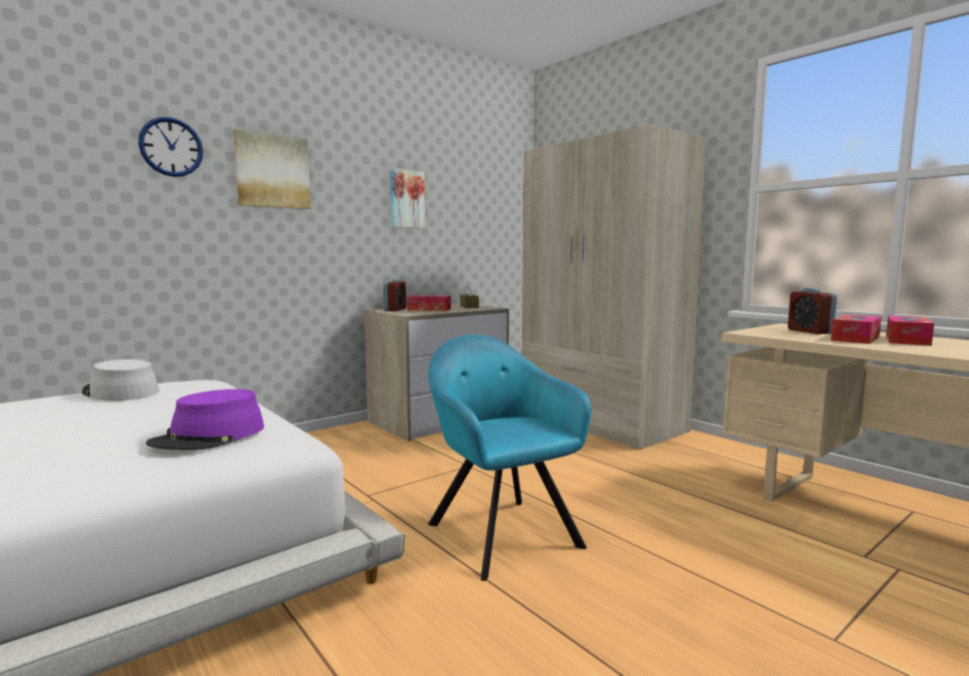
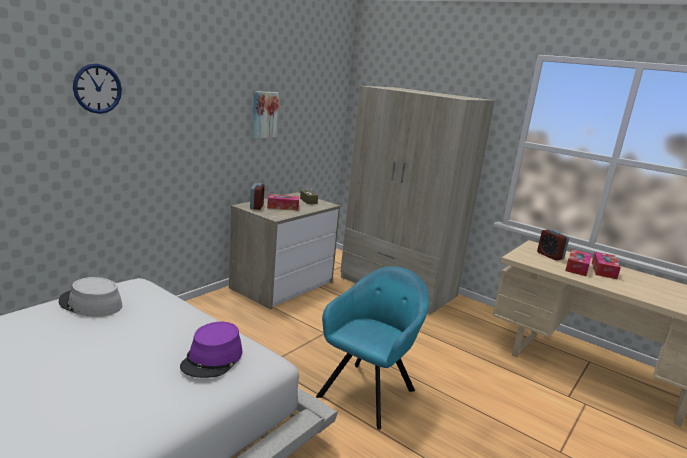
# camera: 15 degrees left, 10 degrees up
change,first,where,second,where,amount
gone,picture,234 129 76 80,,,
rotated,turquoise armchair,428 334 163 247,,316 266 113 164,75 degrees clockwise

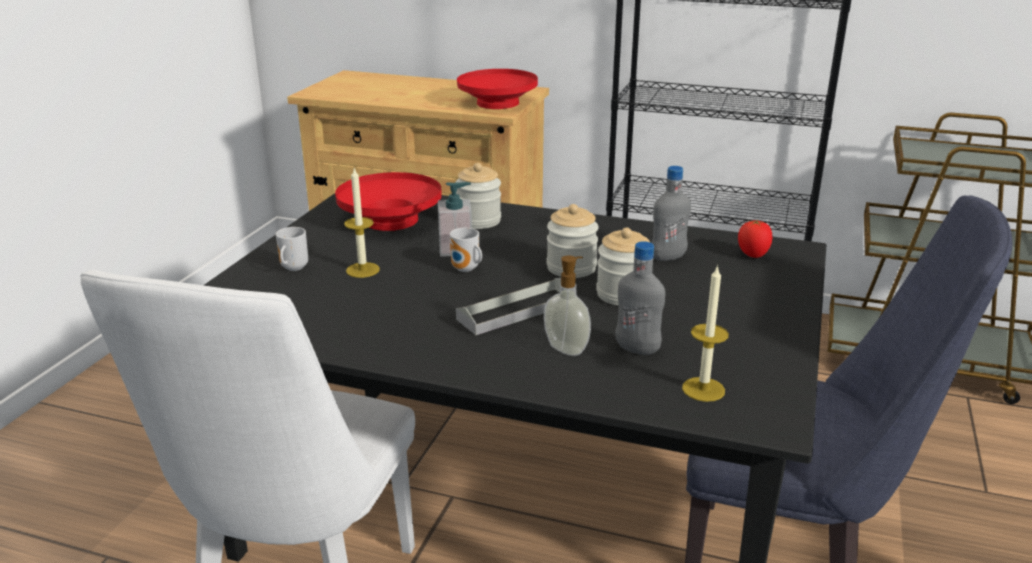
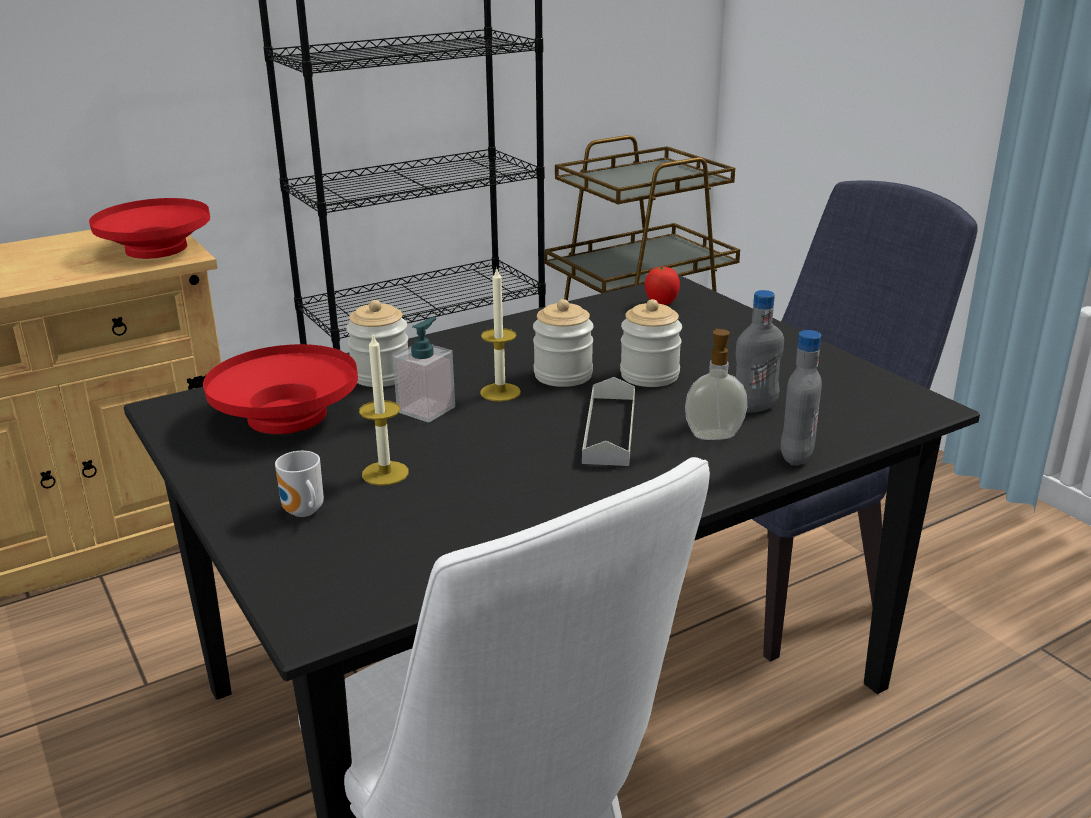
# camera: 50 degrees left, 0 degrees up
change,first,where,second,where,amount
gone,mug,450 228 32 44,,,
shifted,grey bottle,652 166 39 95,,781 330 41 136,
shifted,candle,682 265 47 137,,480 267 41 135,

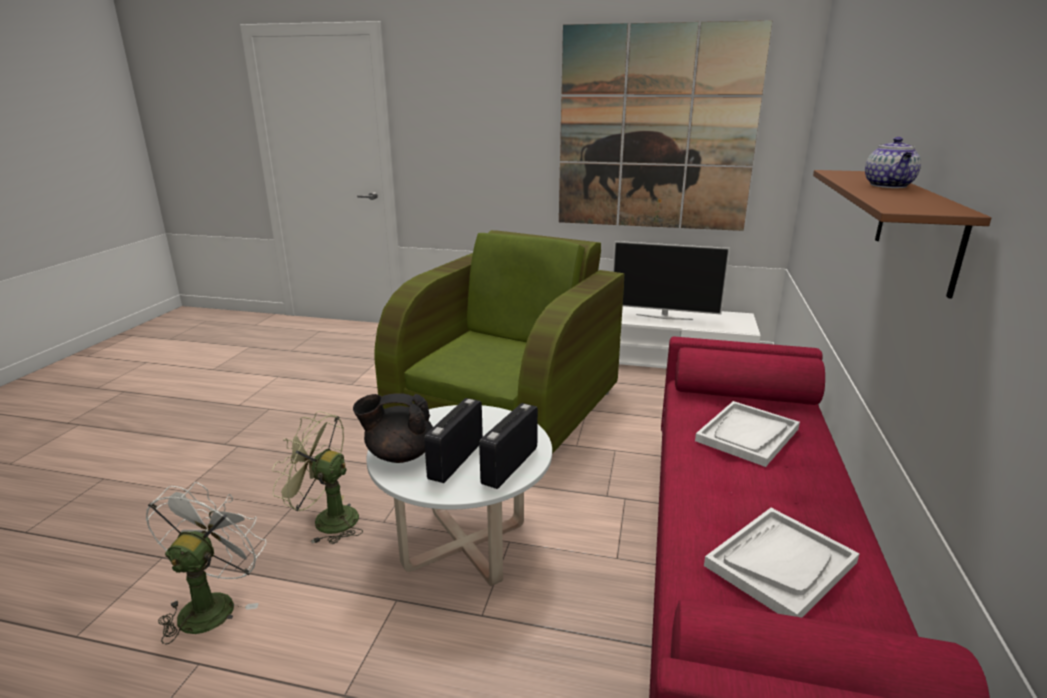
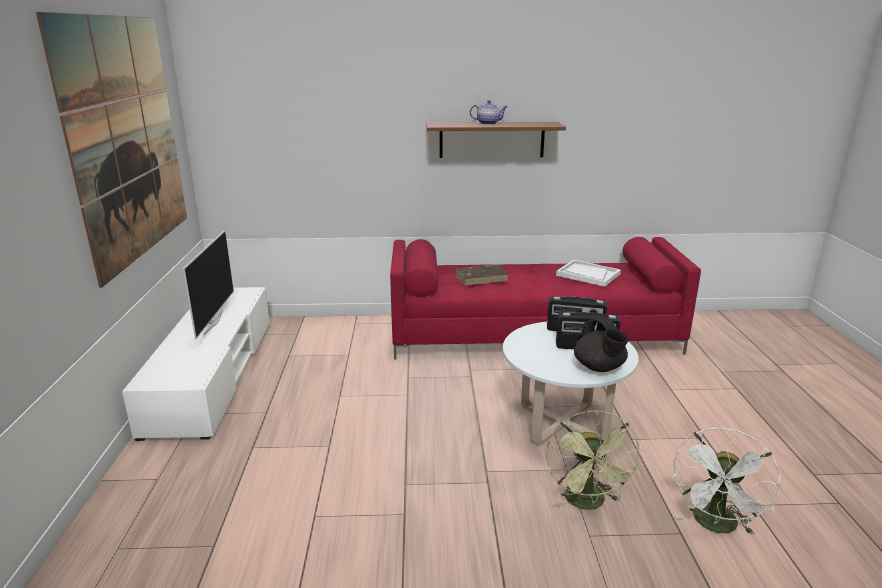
# camera: 105 degrees left, 0 degrees up
change,first,where,second,where,amount
rotated,white fan,146 482 120 163,,673 428 108 107,60 degrees counterclockwise
gone,green armchair,374 230 250 224,,,
swapped,white tray,695 401 105 66,brown book,455 264 53 22,

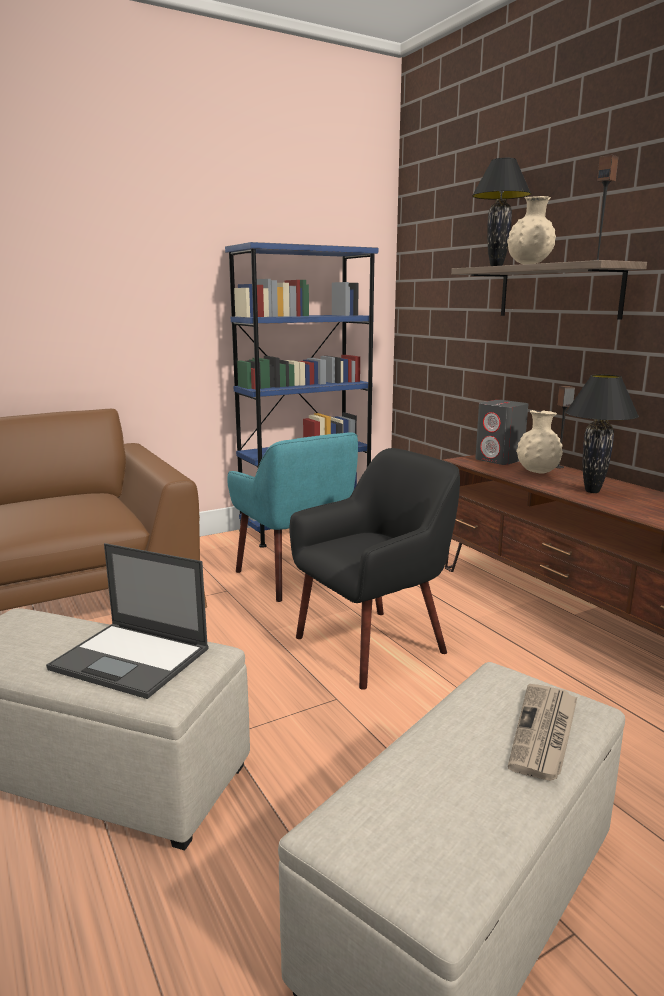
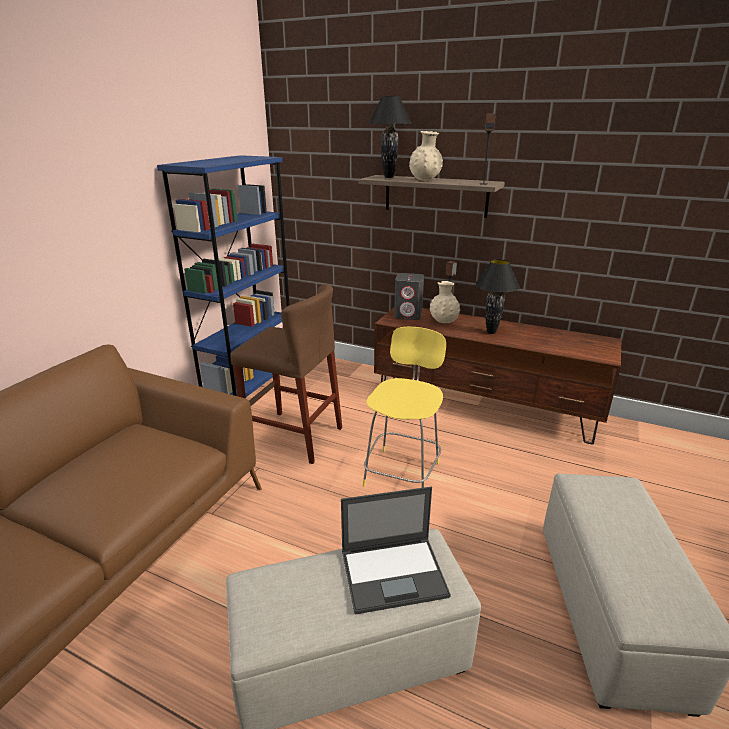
# camera: 35 degrees left, 10 degrees up
change,first,where,second,where,amount
swapped,turquoise armchair,227 432 131 170,brown stool,230 284 112 180,
swapped,black armchair,290 448 170 242,yellow stool,363 327 83 161,
gone,newspaper,508 684 69 97,,,

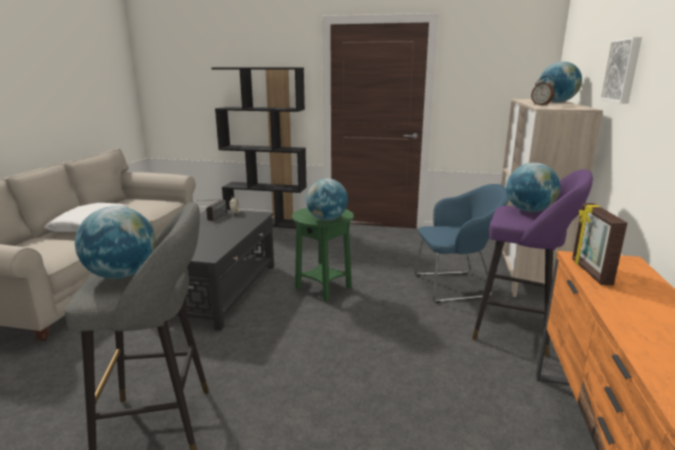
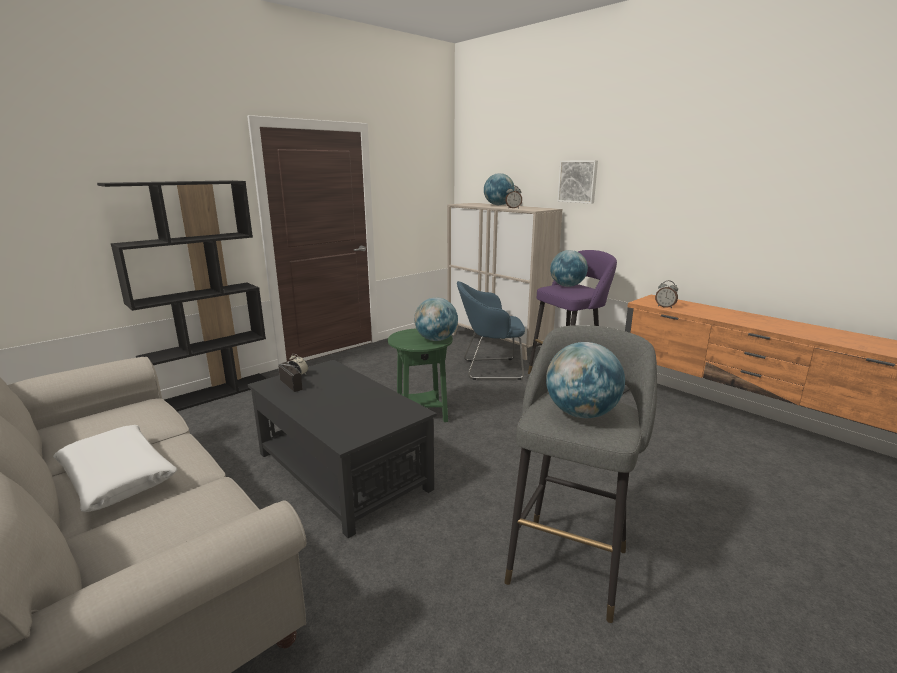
# camera: 55 degrees left, 0 degrees up
change,first,where,second,where,amount
rotated,blue armchair,414 184 95 119,,457 281 68 99,120 degrees counterclockwise
swapped,picture frame,572 203 55 82,alarm clock,655 280 23 28,

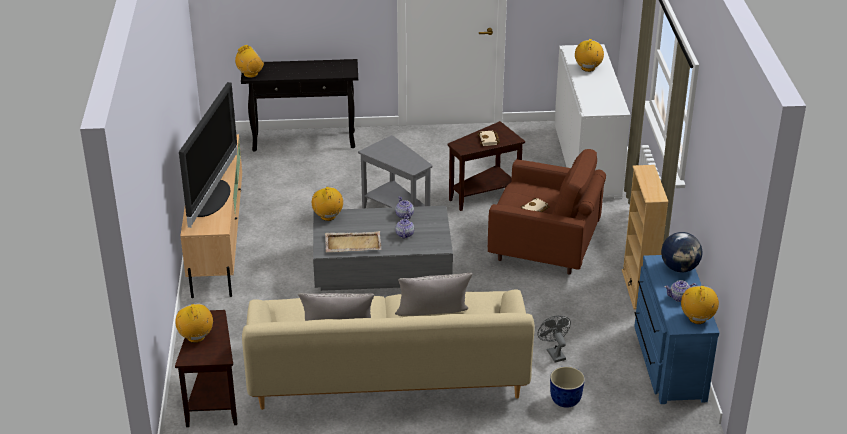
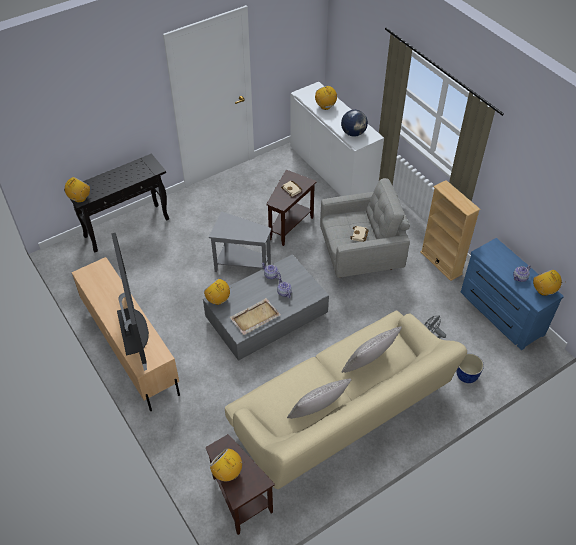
# camera: 30 degrees left, 15 degrees up
change,first,where,second,where,amount
repainted,brown armchair,488 149 118 126,grey armchair,320 178 90 100,
shifted,globe,661 232 42 40,,341 110 27 26,

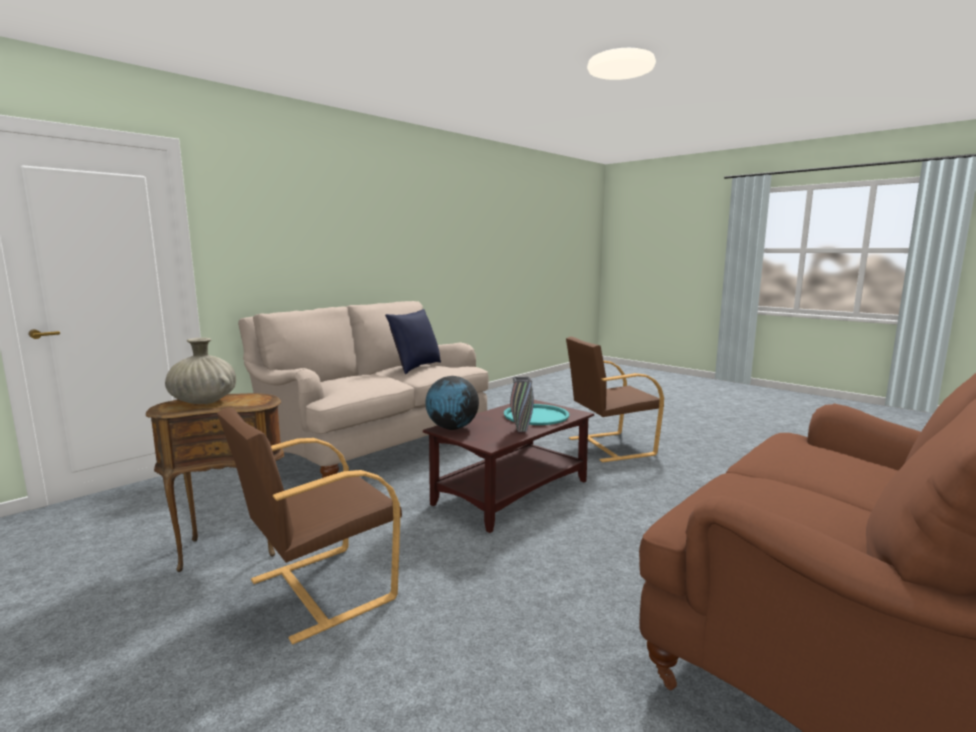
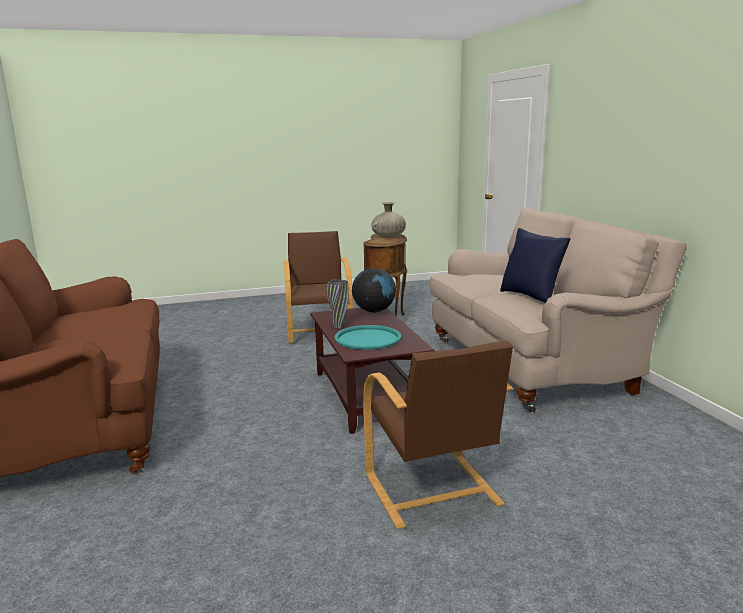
# camera: 120 degrees right, 5 degrees up
change,first,where,second,where,amount
rotated,brown armchair,566 336 98 126,,363 341 150 188,150 degrees clockwise

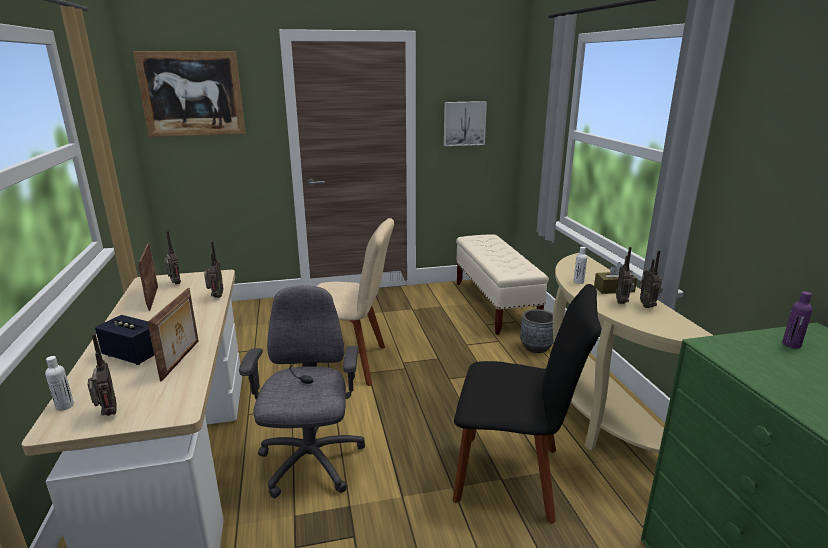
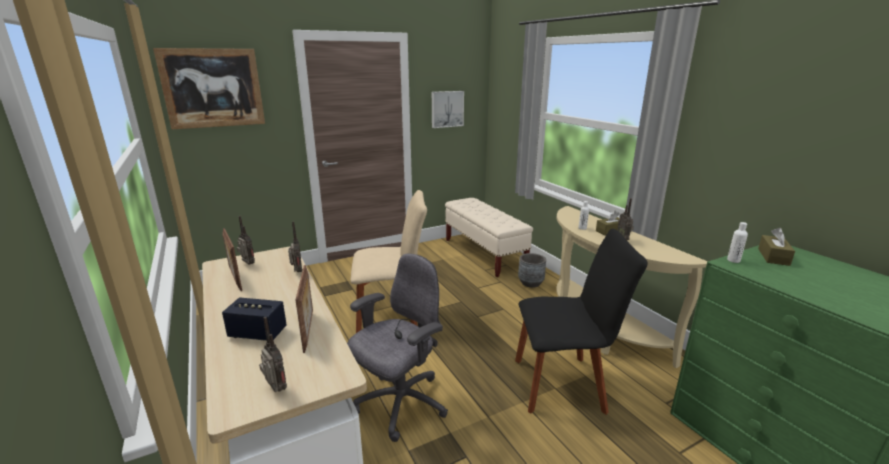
# camera: 15 degrees left, 0 degrees up
change,first,where,second,where,amount
shifted,white bottle,45 356 29 55,,727 222 21 41,
rotated,grey office chair,239 285 126 213,,347 254 101 188,60 degrees clockwise
gone,radio,640 250 23 58,,,
swapped,purple bottle,782 291 31 58,brown tissue box,758 228 37 38,

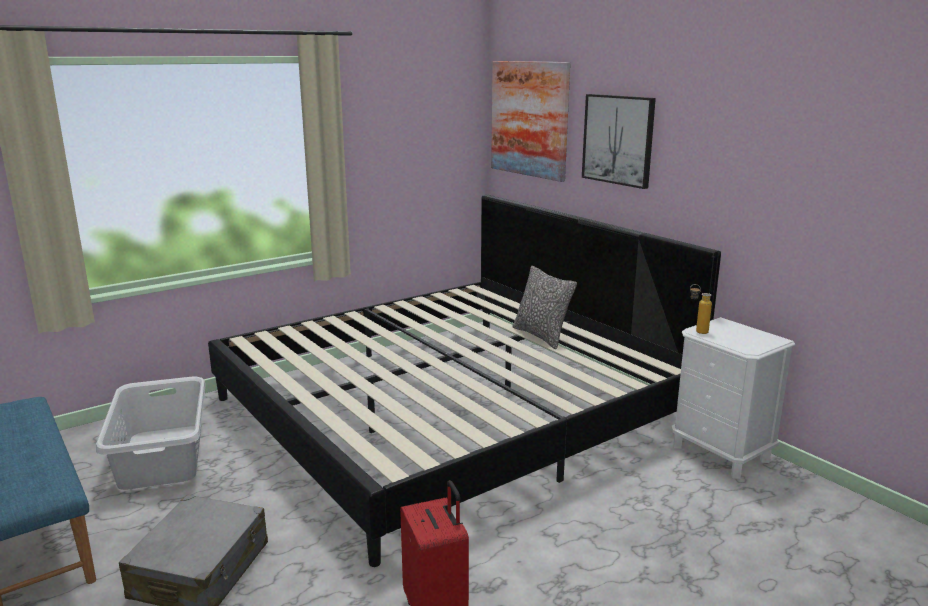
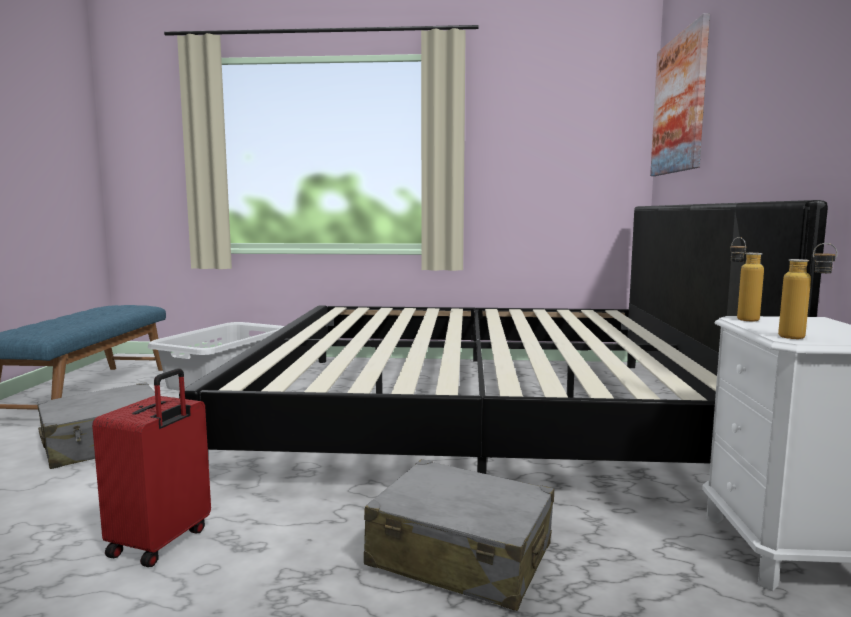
# camera: 40 degrees right, 10 degrees down
change,first,where,second,where,amount
gone,pillow,512 266 65 83,,,
gone,picture,582 94 74 95,,,
new,,,grey suitcase,364 459 190 152,
new,,,bottle,778 243 59 96,

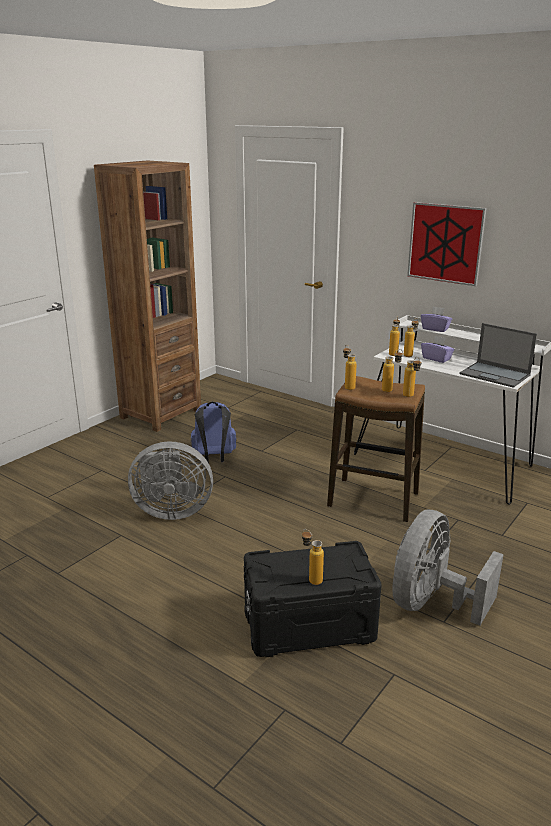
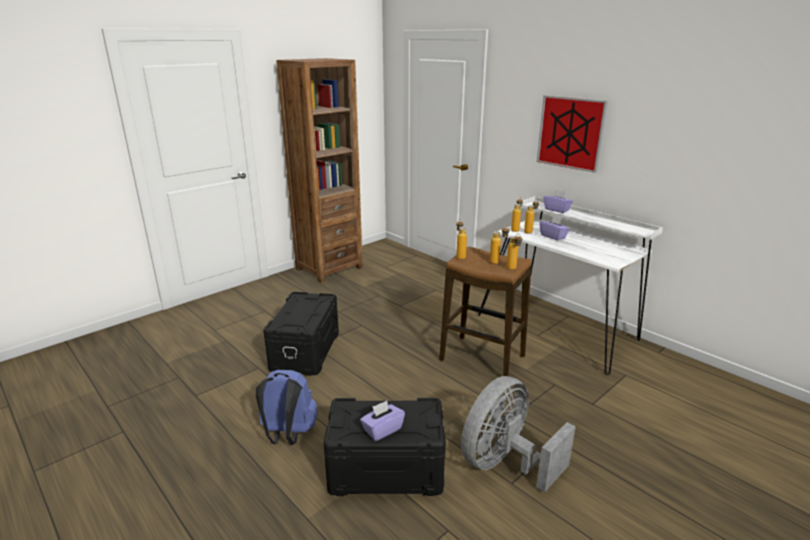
# camera: 10 degrees right, 0 degrees up
change,first,where,second,where,amount
swapped,grey fan,128 441 85 79,black storage box,263 292 76 84,
shifted,blue backpack,191 402 46 61,,256 370 62 75,
swapped,bottle,302 529 22 56,purple tissue box,360 401 45 40,
gone,laptop,459 323 78 65,,,

